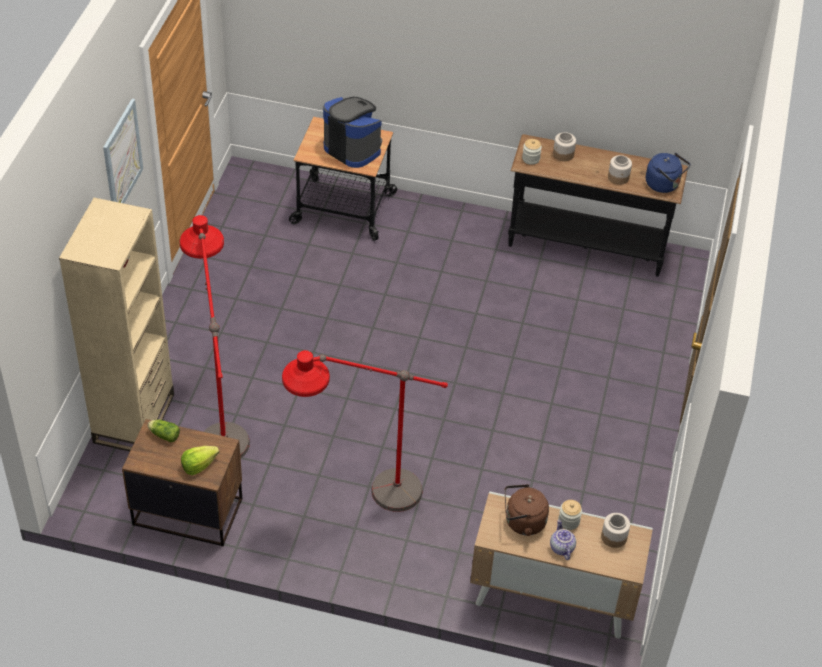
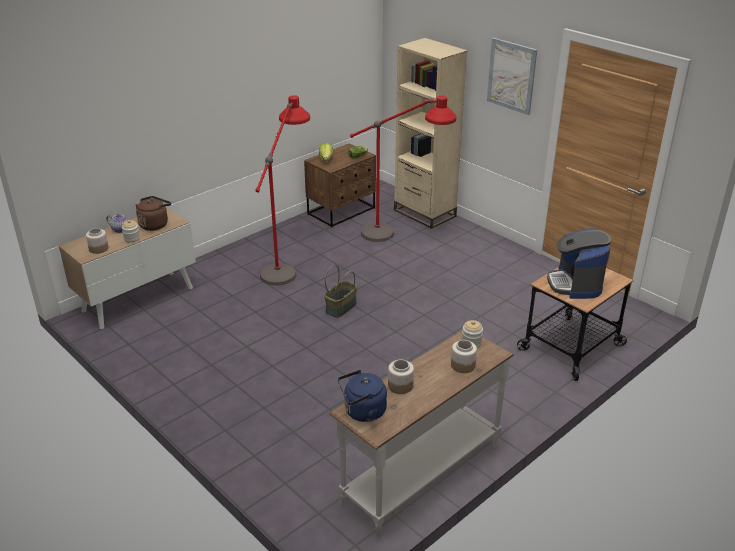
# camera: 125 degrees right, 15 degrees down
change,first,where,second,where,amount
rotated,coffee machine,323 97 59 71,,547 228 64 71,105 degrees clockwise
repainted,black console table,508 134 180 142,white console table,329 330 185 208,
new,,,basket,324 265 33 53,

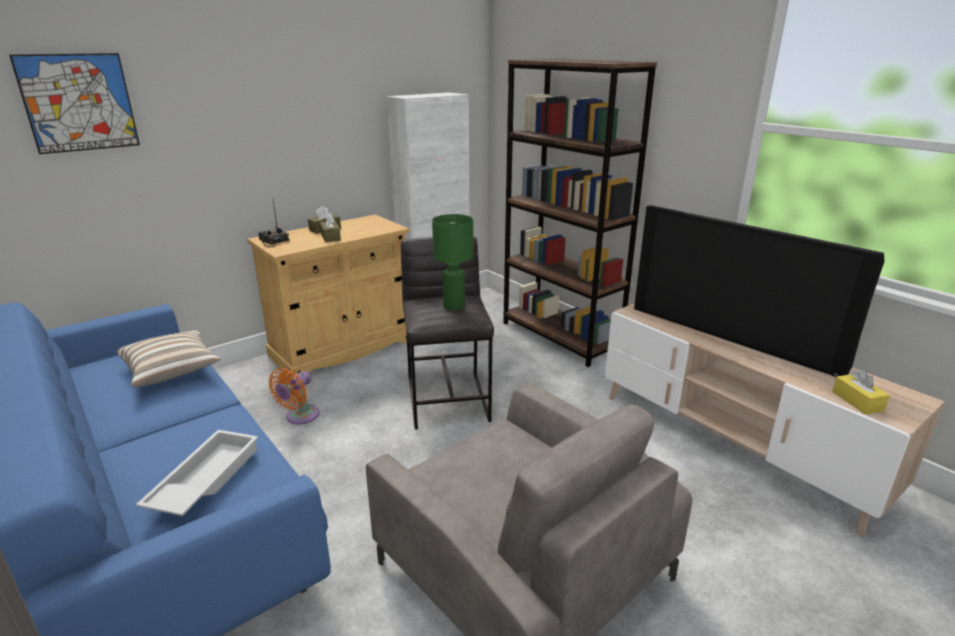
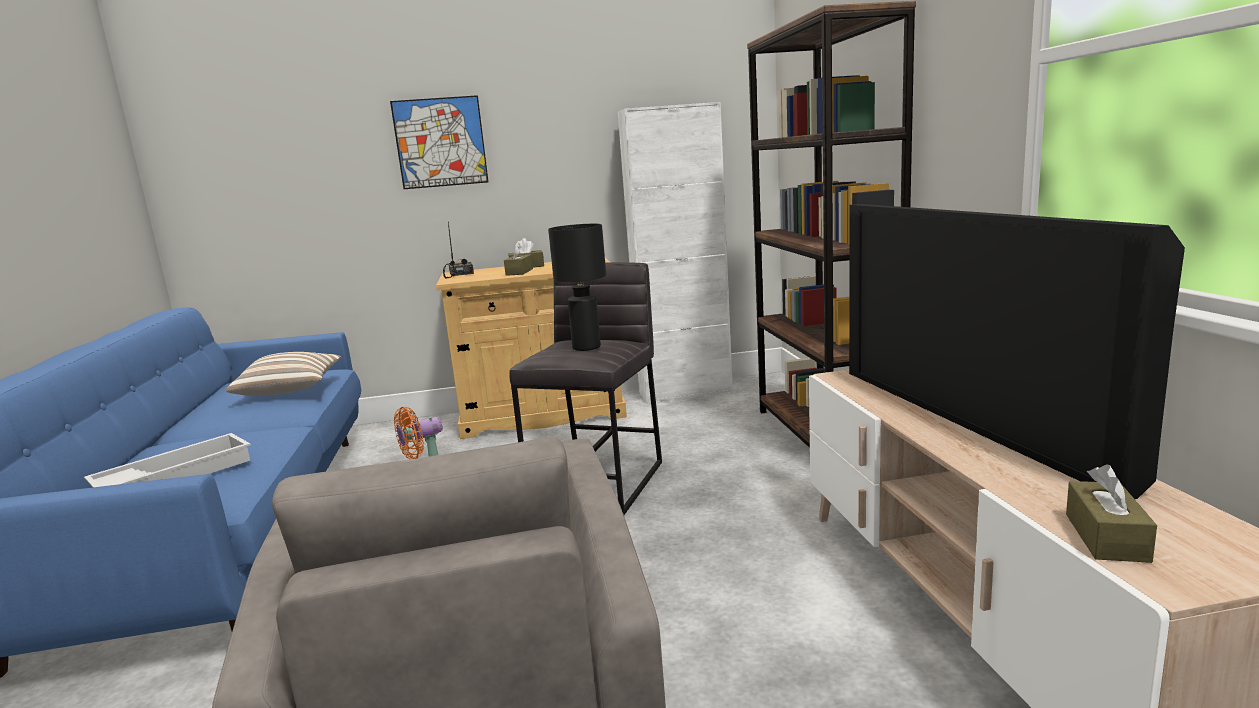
# camera: 30 degrees right, 10 degrees down
change,first,where,second,where,amount
shifted,picture,9 53 131 101,,390 95 99 94,
repainted,green table lamp,432 214 41 97,black table lamp,548 224 58 127,
repainted,yellow tissue box,832 369 58 46,brown tissue box,1066 464 91 99,

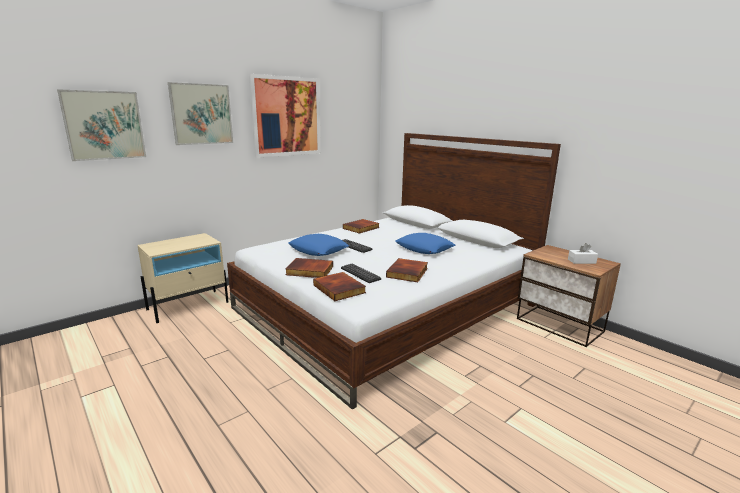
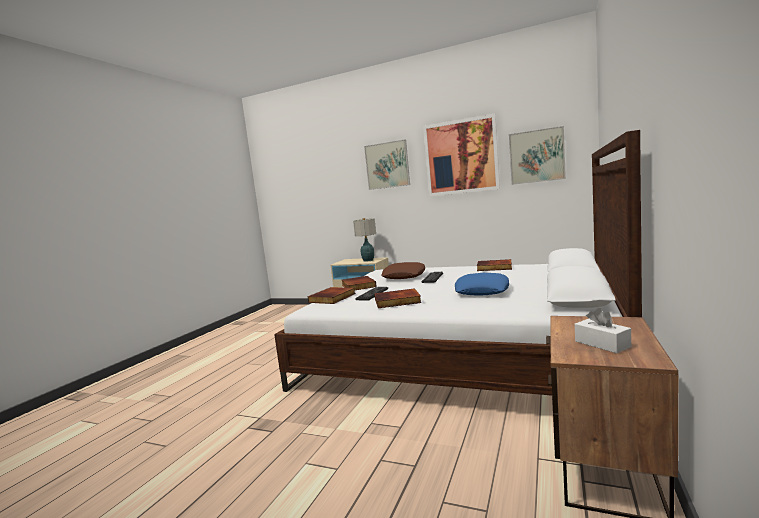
# camera: 65 degrees right, 10 degrees down
change,first,where,second,where,amount
shifted,picture,57 89 89 72,,509 126 57 59,
repainted,blue pillow,288 234 61 22,brown pillow,382 262 43 17,
new,,,table lamp,353 218 23 44,

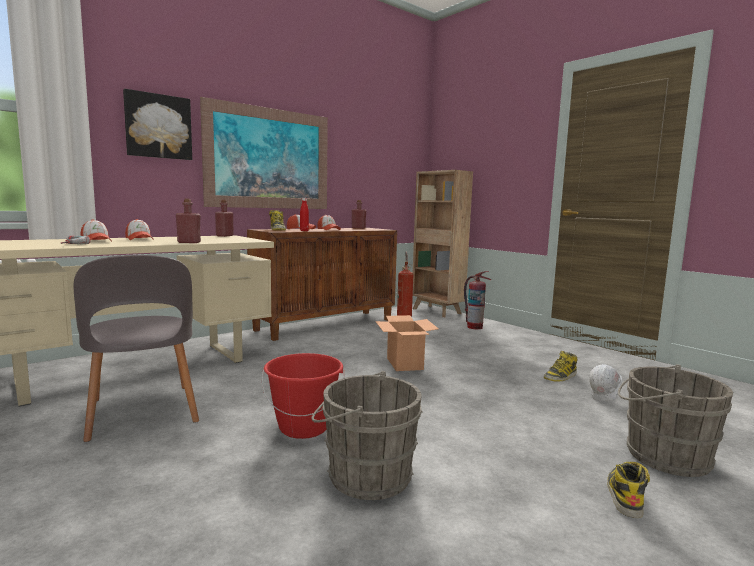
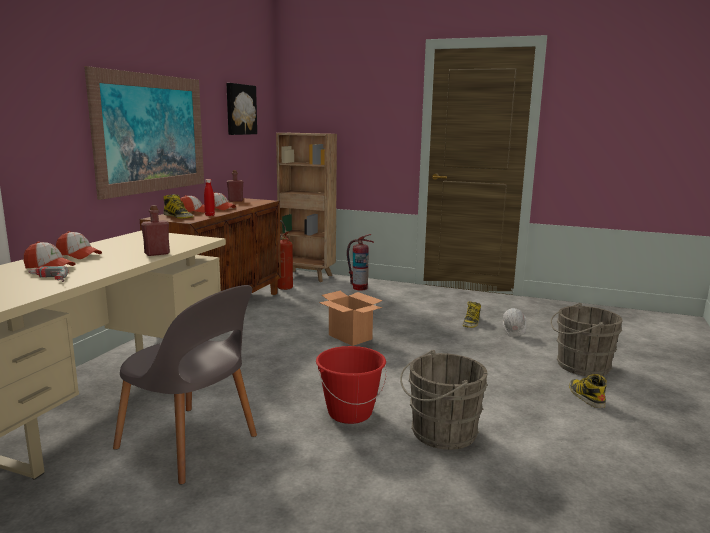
# camera: 30 degrees left, 5 degrees up
change,first,where,second,where,amount
shifted,picture,123 89 69 71,,226 83 31 52,
gone,red bottle,215 200 19 37,,,

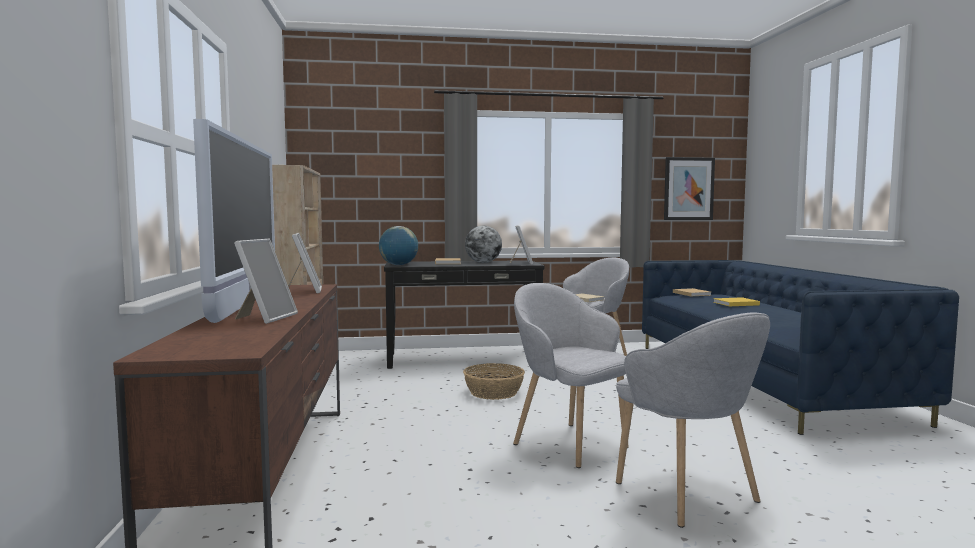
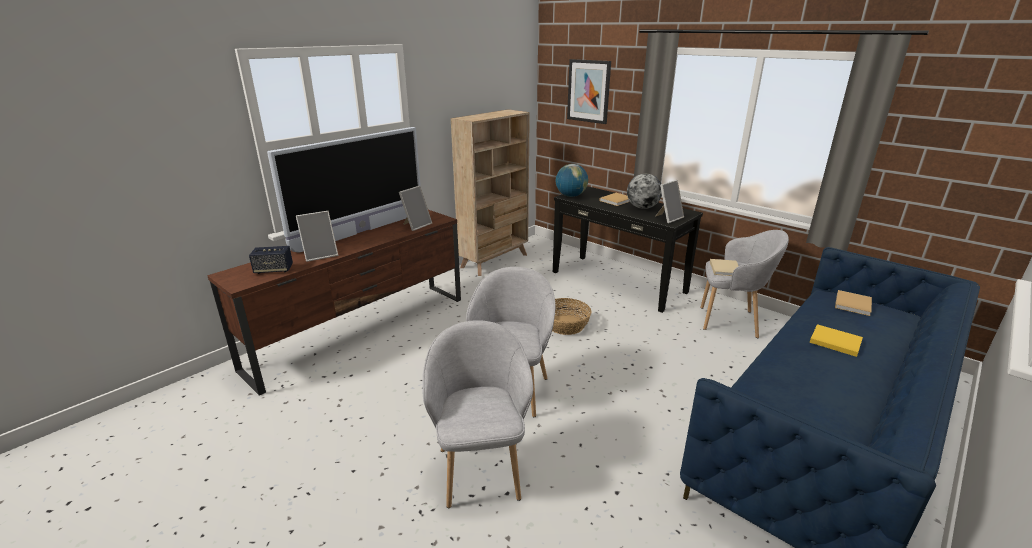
# camera: 50 degrees right, 20 degrees up
change,first,where,second,where,amount
rotated,grey armchair,616 313 154 215,,422 320 111 188,150 degrees clockwise
shifted,picture,664 157 51 63,,567 59 44 65,
new,,,speaker,249 246 44 28,

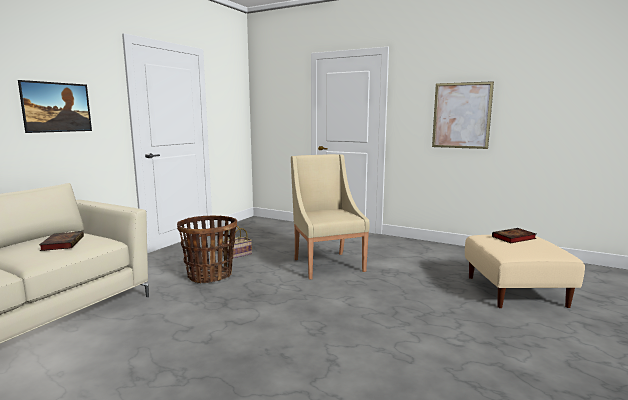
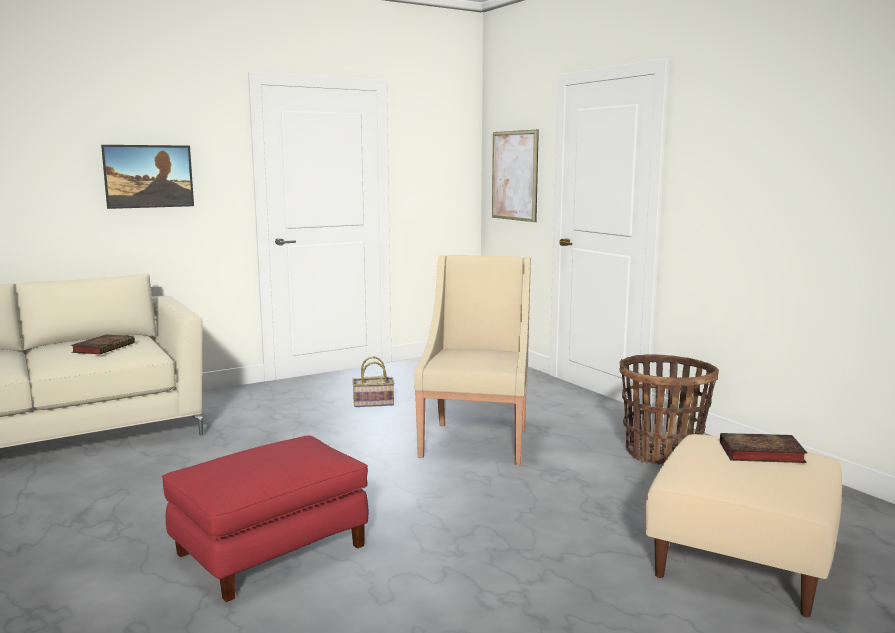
# camera: 30 degrees right, 0 degrees up
change,first,where,second,where,amount
shifted,basket,177 216 60 67,,619 354 100 111,
shifted,picture,432 81 62 68,,492 129 47 93,
new,,,red ottoman,162 436 206 166,

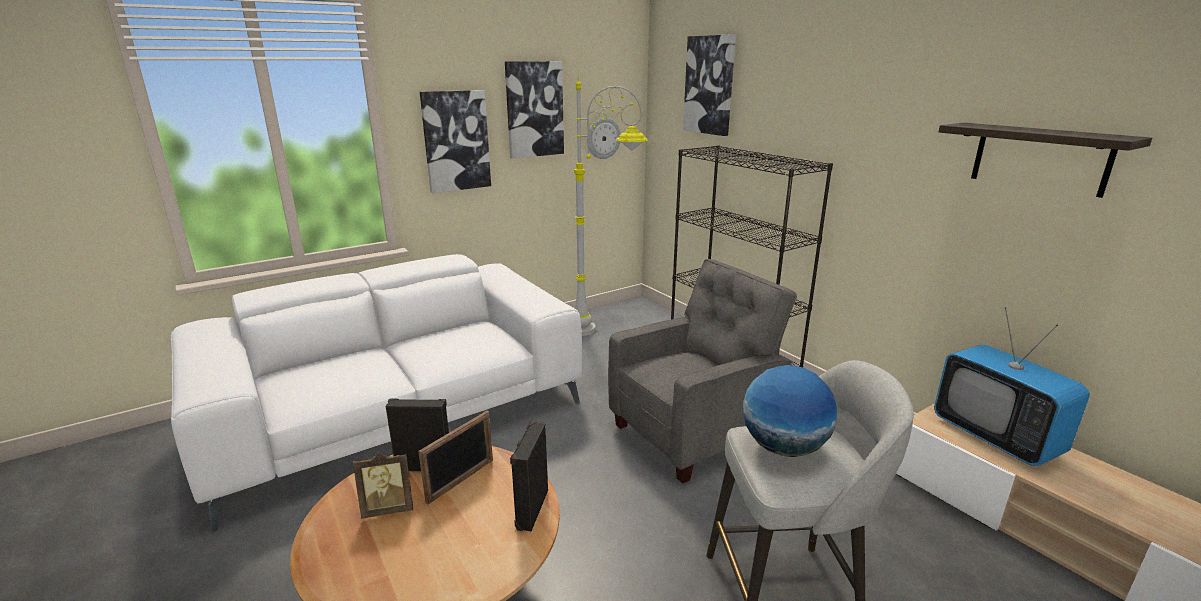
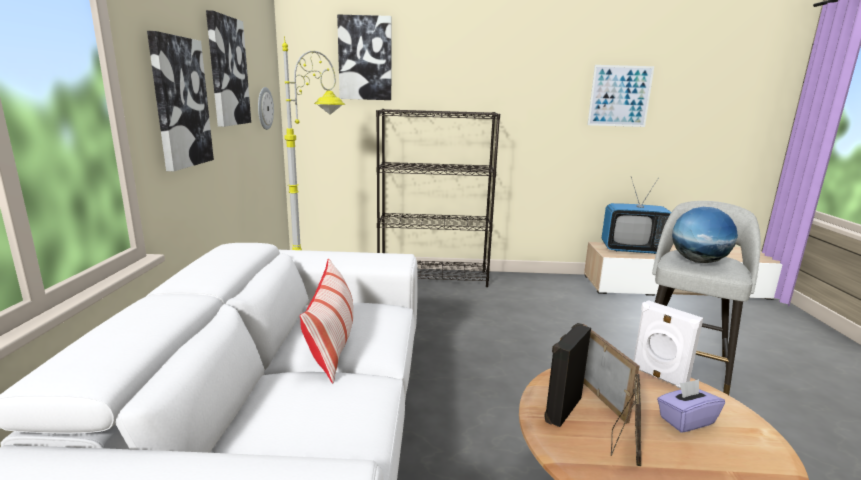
# camera: 55 degrees left, 5 degrees down
change,first,where,second,where,amount
repainted,black speaker,510 421 38 110,white speaker,633 300 70 89,
gone,grey armchair,608 259 189 224,,,
swapped,shelf,939 123 213 75,picture,587 65 67 62,
new,,,pillow,300 259 53 125,
new,,,purple tissue box,657 379 68 54,

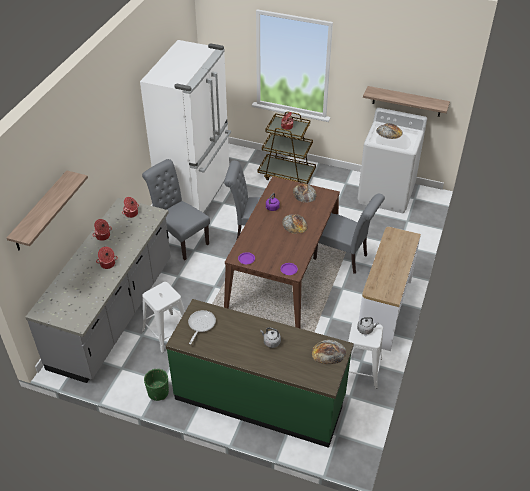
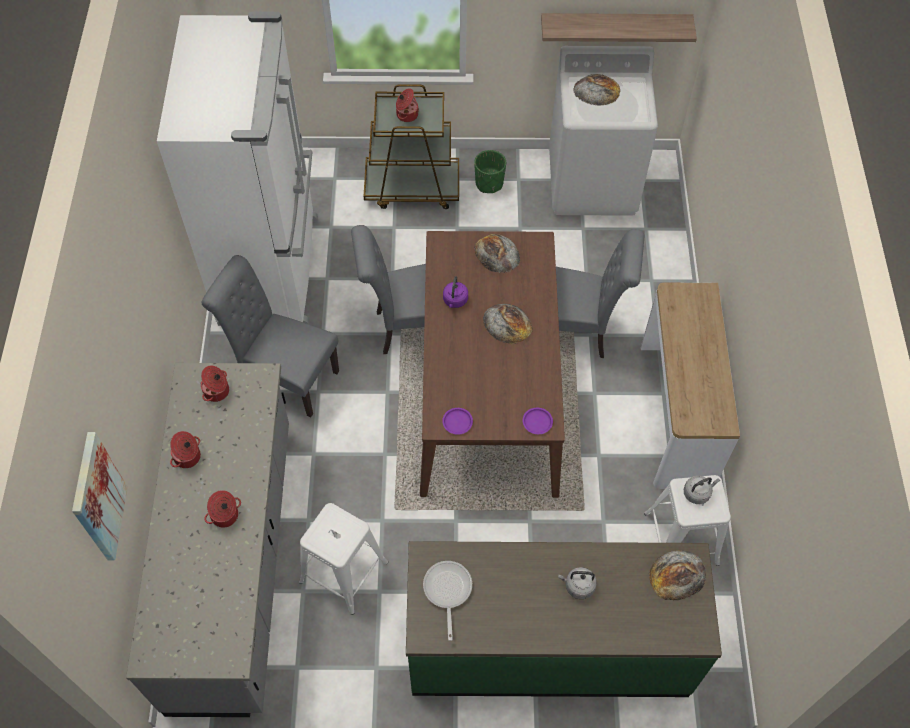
# camera: 20 degrees left, 15 degrees up
change,first,where,second,where,amount
swapped,shelf,7 170 81 80,picture,72 432 56 129,
shifted,green planter,144 369 25 32,,474 150 32 43,

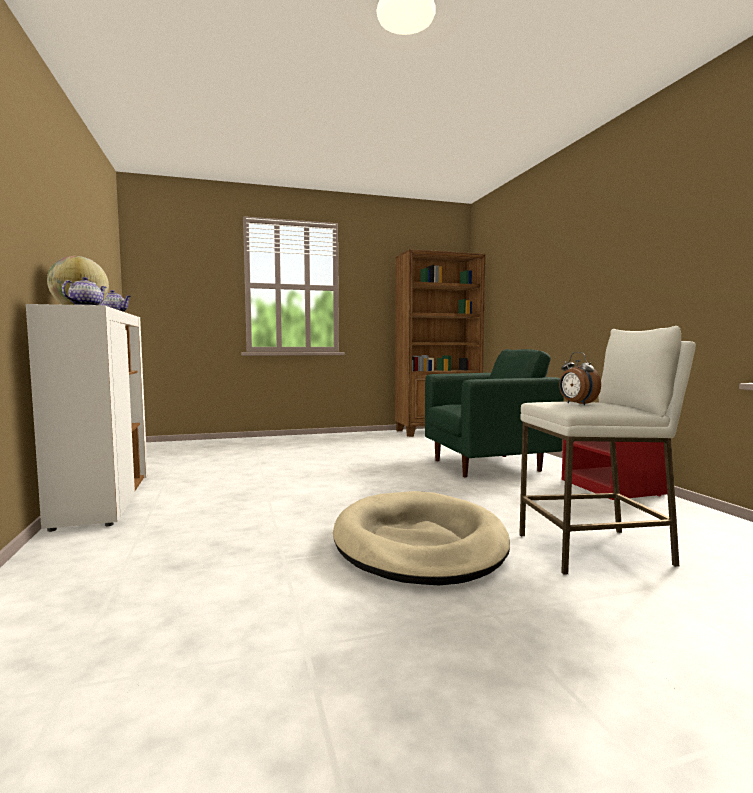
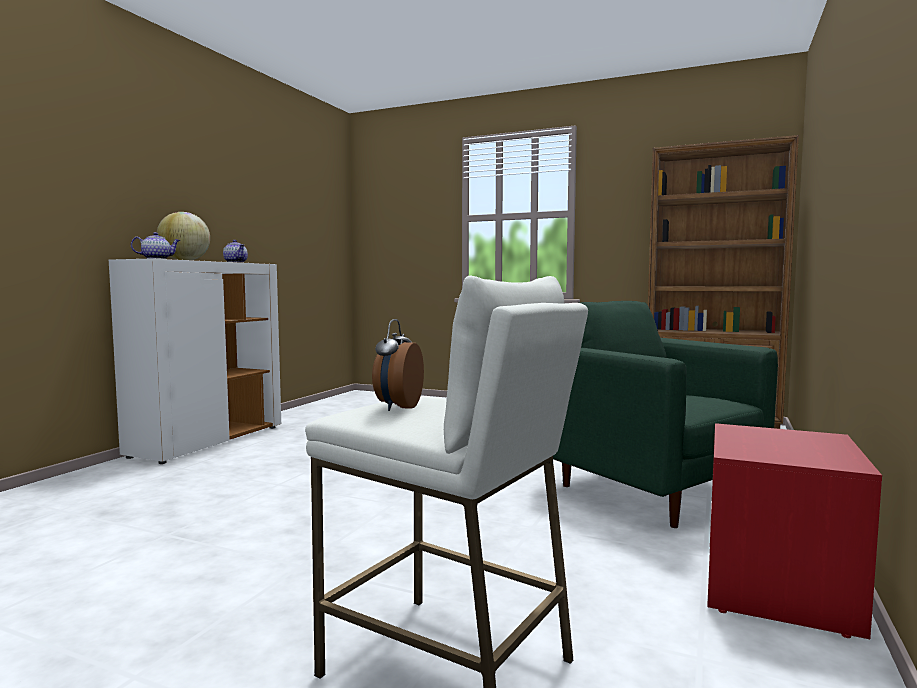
# camera: 40 degrees right, 0 degrees up
change,first,where,second,where,amount
gone,beige dog bed,333 491 177 94,,,
rotated,green armchair,425 349 139 128,,553 301 225 227,150 degrees counterclockwise

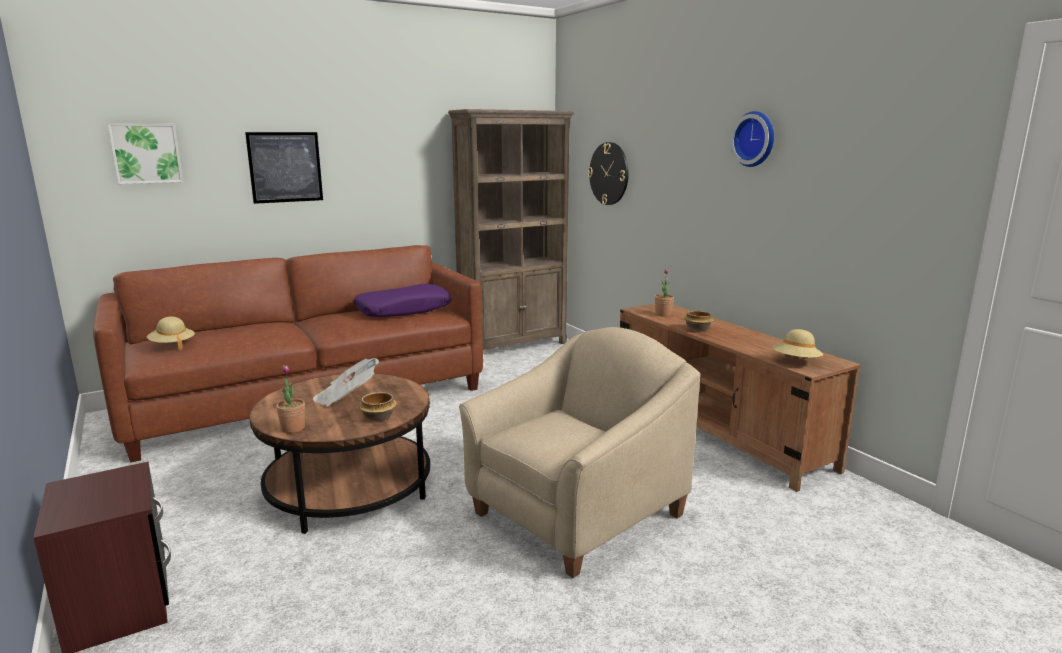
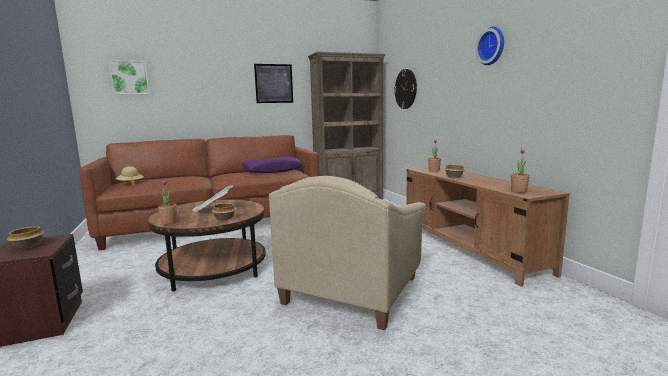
# camera: 10 degrees right, 5 degrees down
change,first,where,second,where,amount
shifted,picture,245 132 78 72,,254 64 39 39,
rotated,beige armchair,459 327 241 251,,269 176 157 154,150 degrees clockwise
swapped,beige hat,772 329 51 29,potted plant,511 148 19 45,
new,,,bowl,7 226 38 23,

